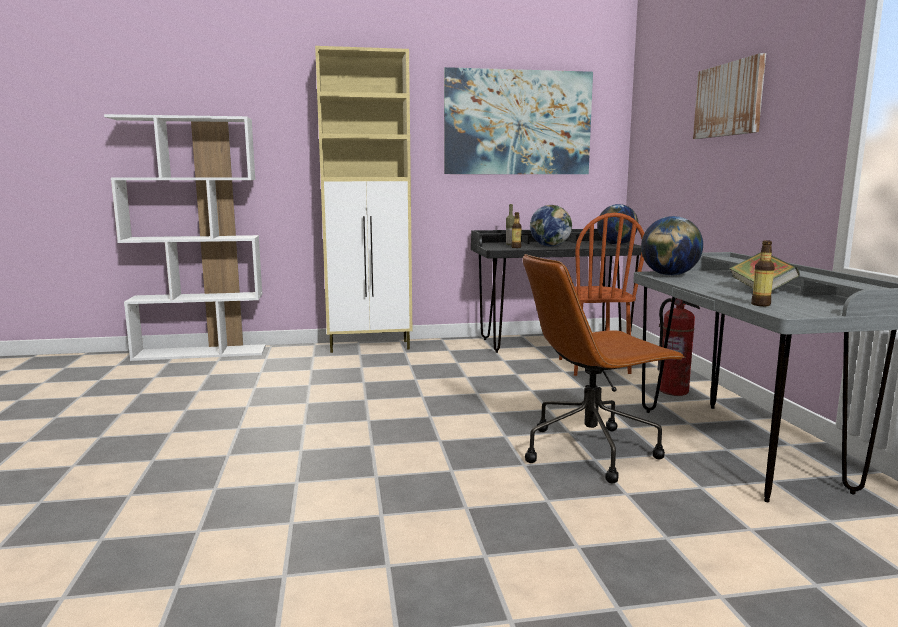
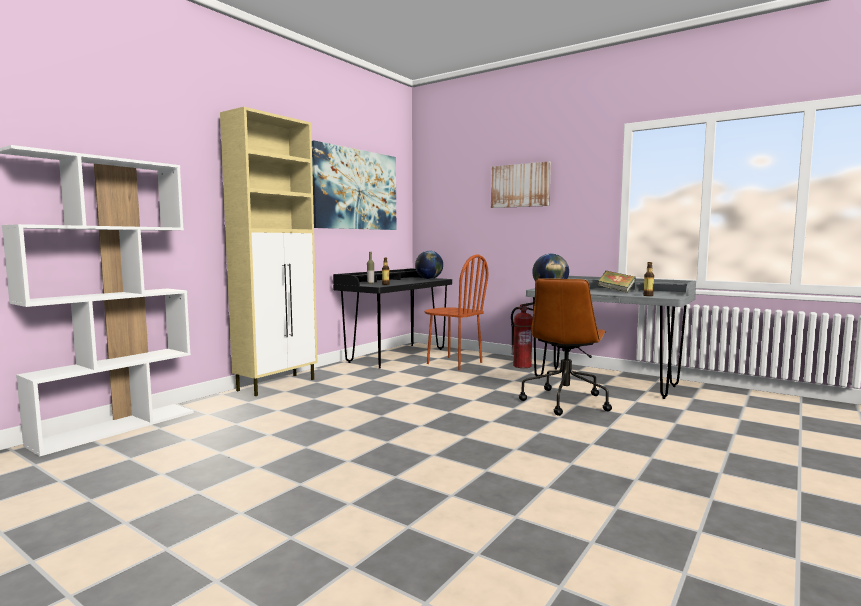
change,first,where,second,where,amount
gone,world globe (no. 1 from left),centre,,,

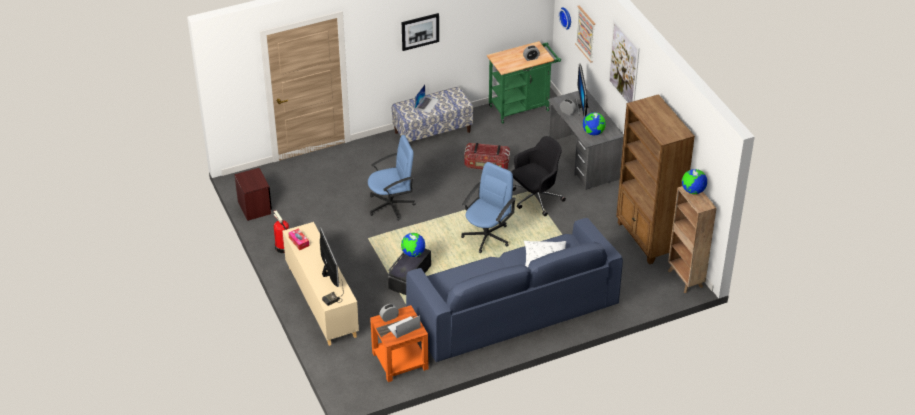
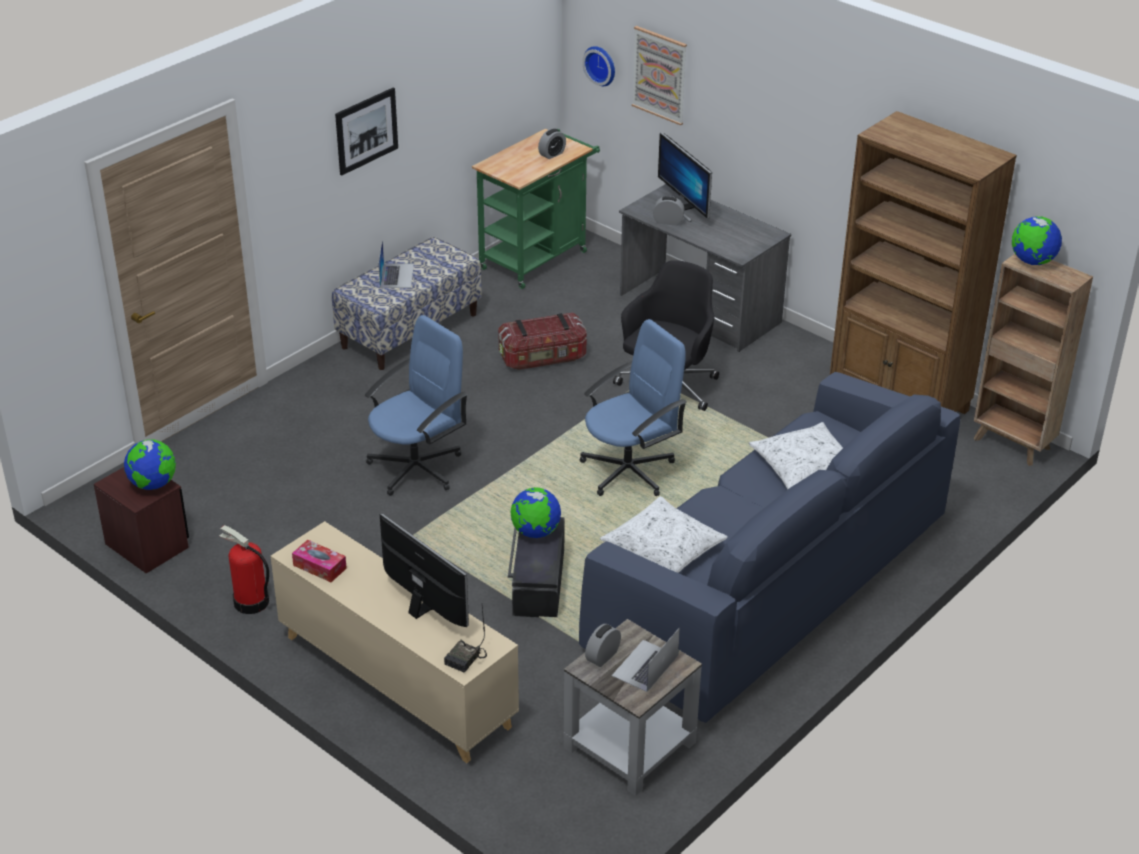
change,first,where,second,where,amount
gone,wall art (no. 3 from left),top right,,,
shifted,world globe (no. 2 from left in the first image),top centre,world globe (no. 1 from left),middle left,
rotated,bluish office chair (no. 2 from left),centre,,centre,45 degrees clockwise
repainted,orangey end table,bottom centre,grey end table,bottom centre,
new,,,white-coloured pillow (no. 1 from left),centre,

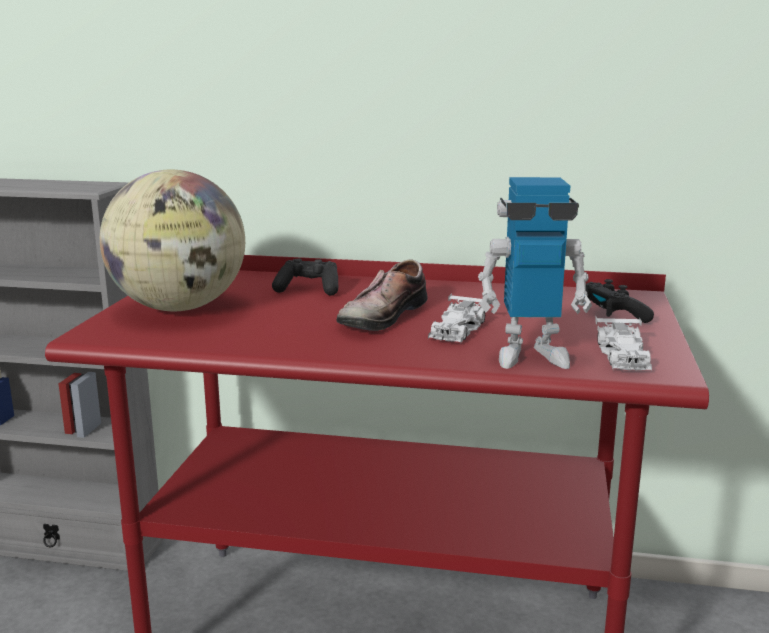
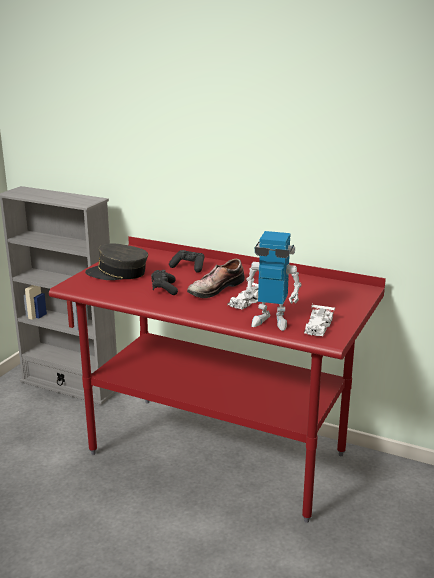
change,first,where,second,where,amount
swapped,world globe,middle left,grey cap,middle left,
shifted,black-coloured joypad (no. 2 from left in the first image),middle right,black-coloured joypad (no. 1 from left),centre,

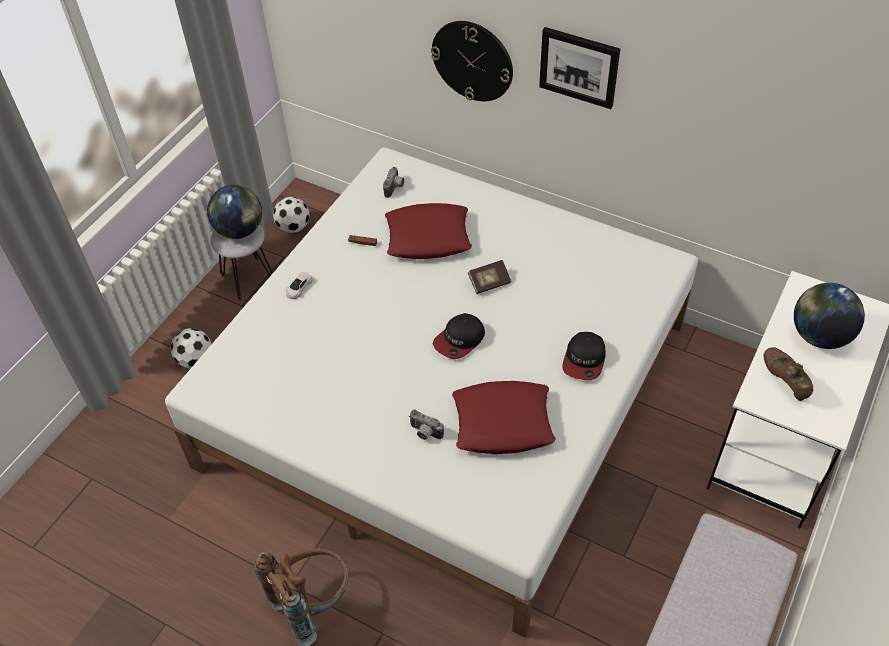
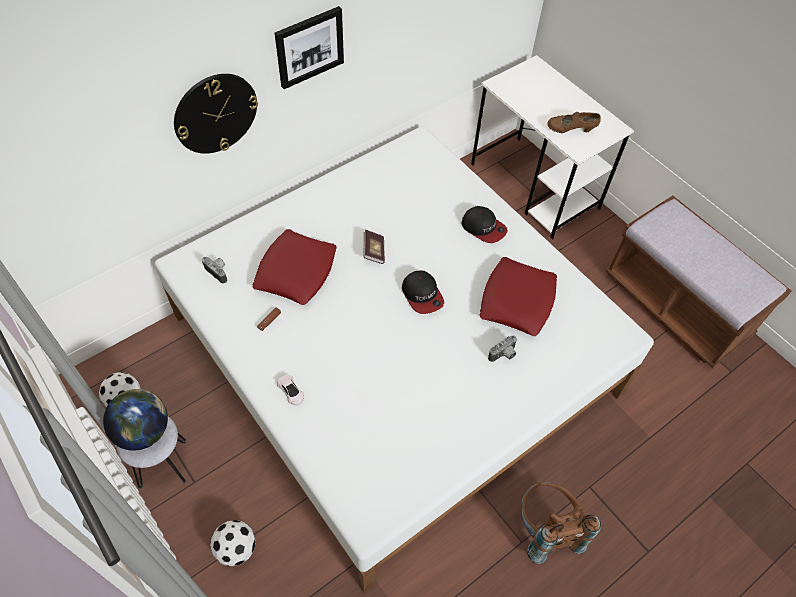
change,first,where,second,where,amount
gone,world globe (no. 2 from left),middle right,,,

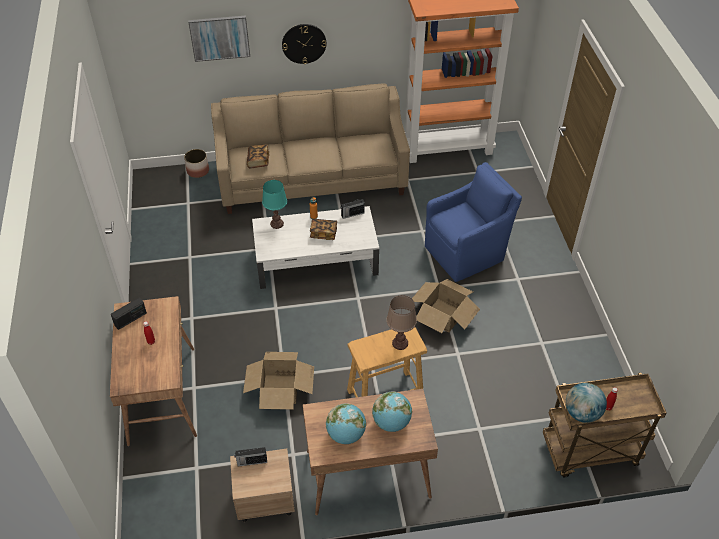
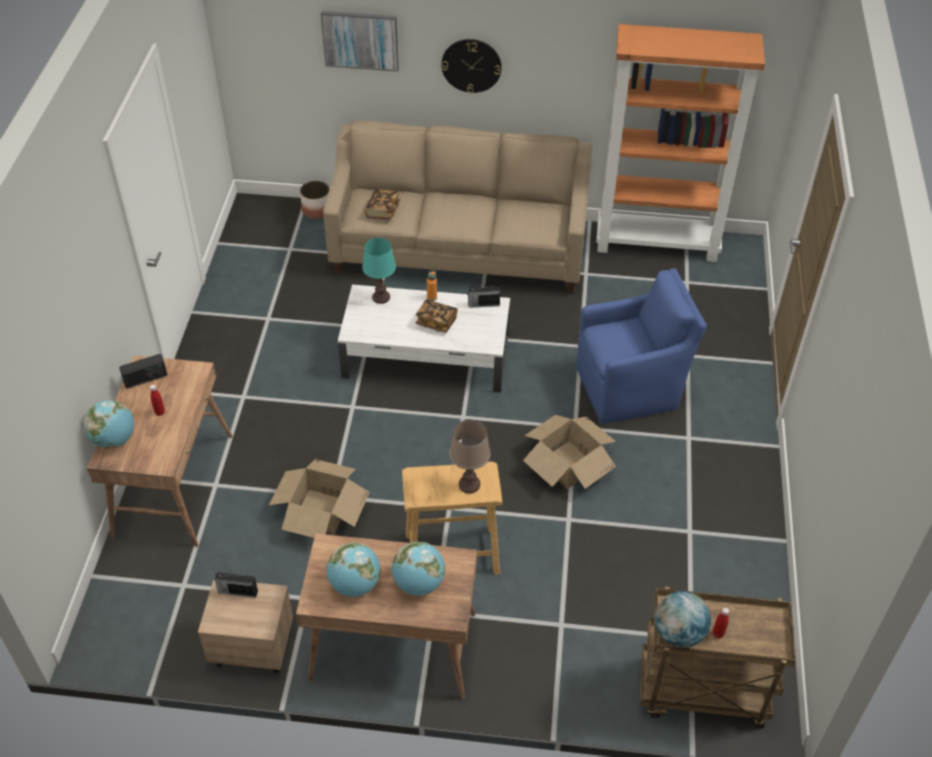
change,first,where,second,where,amount
new,,,world globe (no. 1 from left),middle left,

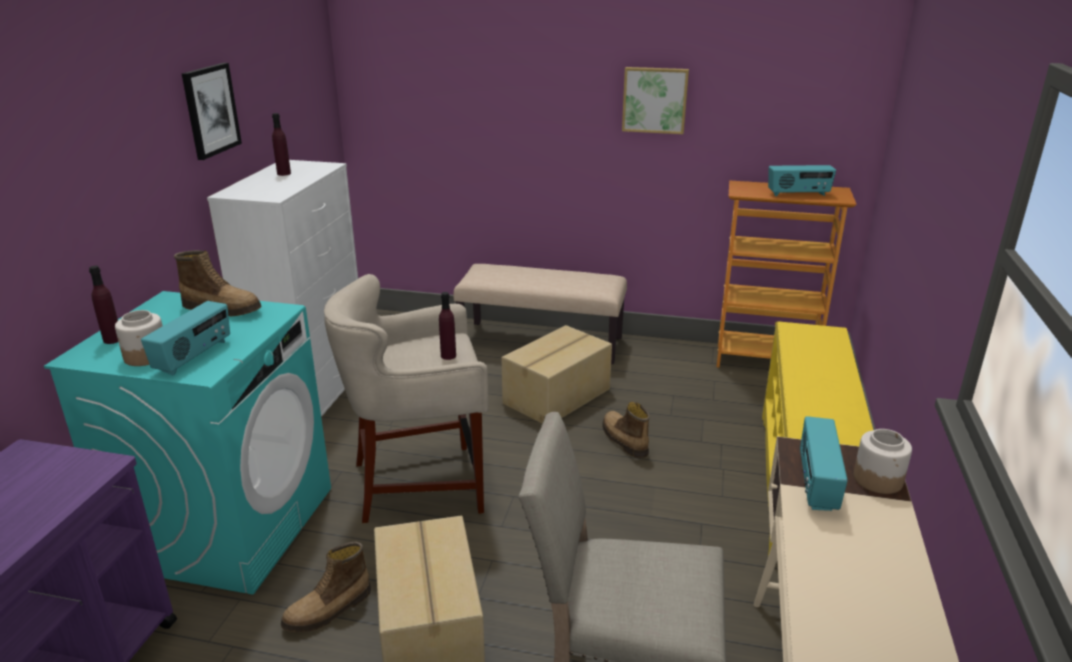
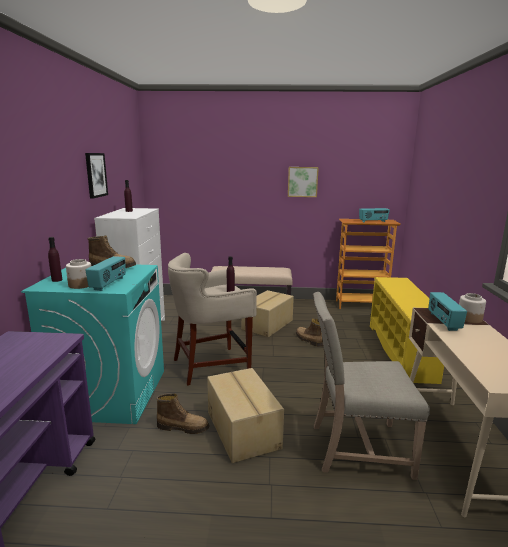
change,first,where,second,where,amount
rotated,tall boot (no. 2 from left),bottom left,,bottom centre,120 degrees counterclockwise

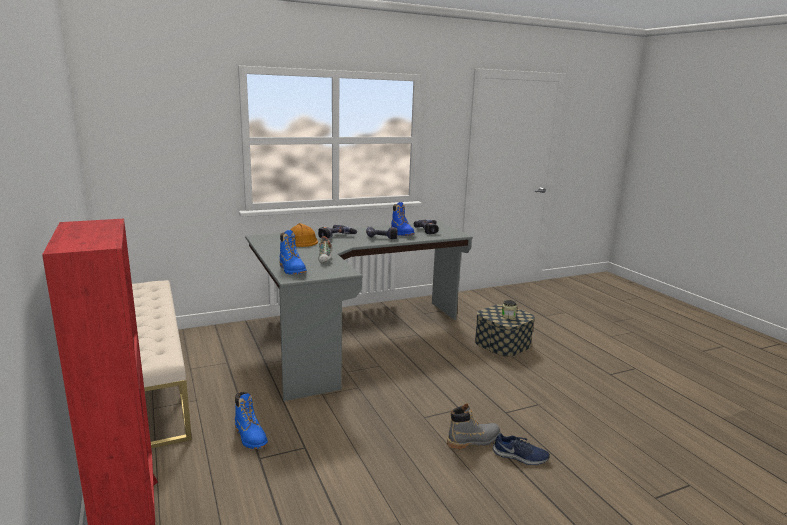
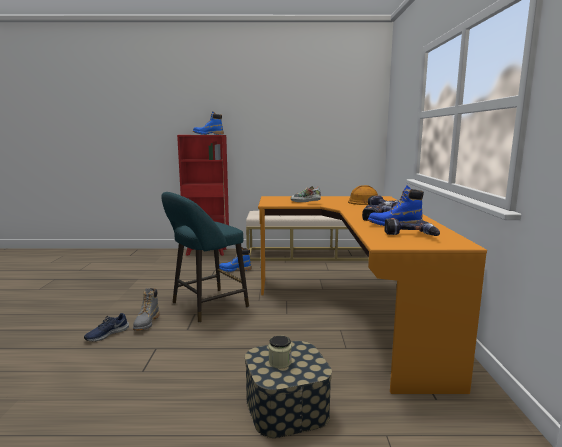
change,first,where,second,where,amount
repainted,grey desk,centre,orangey desk,centre,
shifted,bluish tall boot (no. 2 from left in the first image),centre,bluish tall boot (no. 1 from left),top centre,
new,,,turquoise stool,centre,

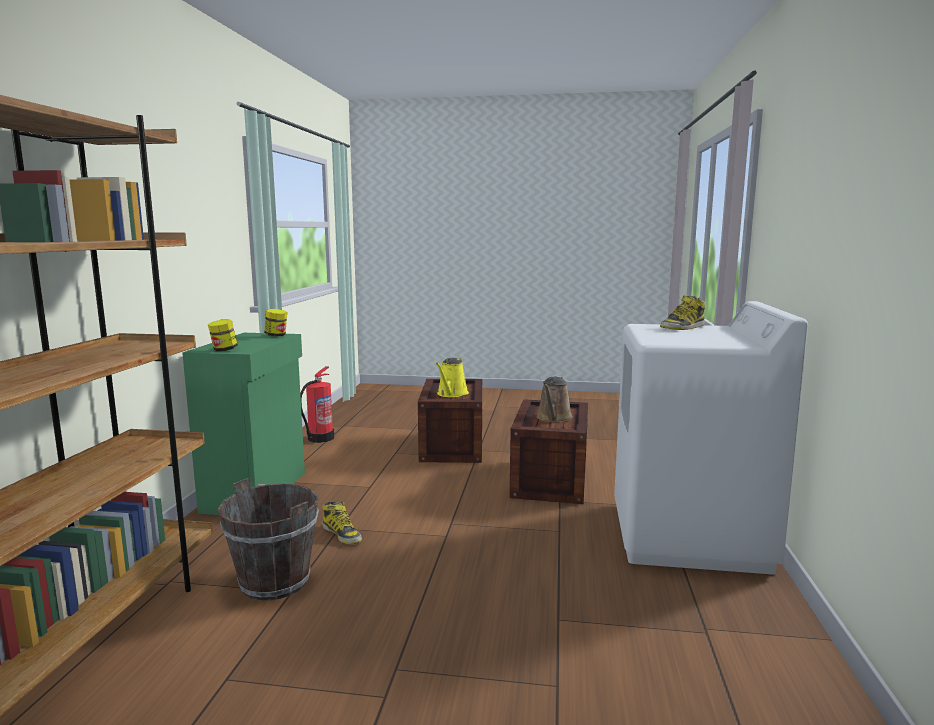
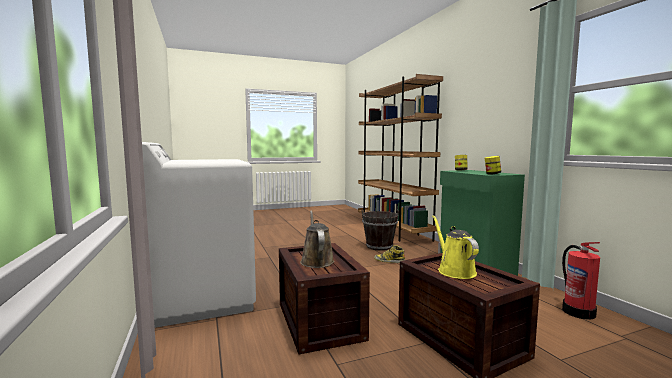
change,first,where,second,where,amount
gone,tall boot (no. 2 from left),middle right,,,

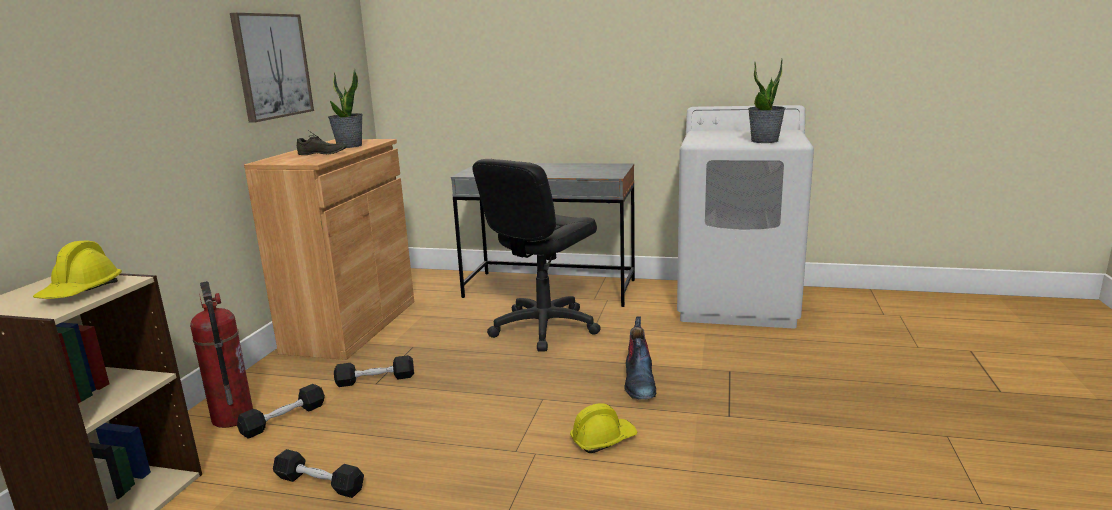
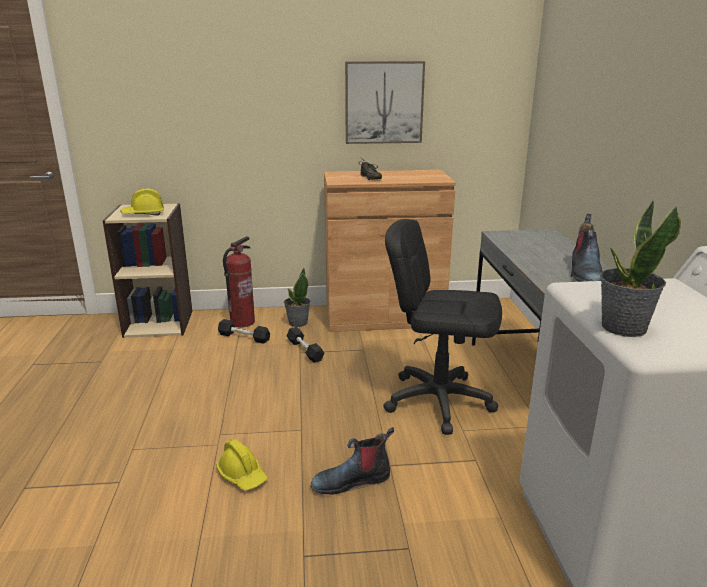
change,first,where,second,where,amount
shifted,plant in a pot (no. 1 from left),top left,,centre,
gone,black-coloured hand weight (no. 2 from left),bottom left,,,
new,,,tall boot (no. 2 from left),middle right,

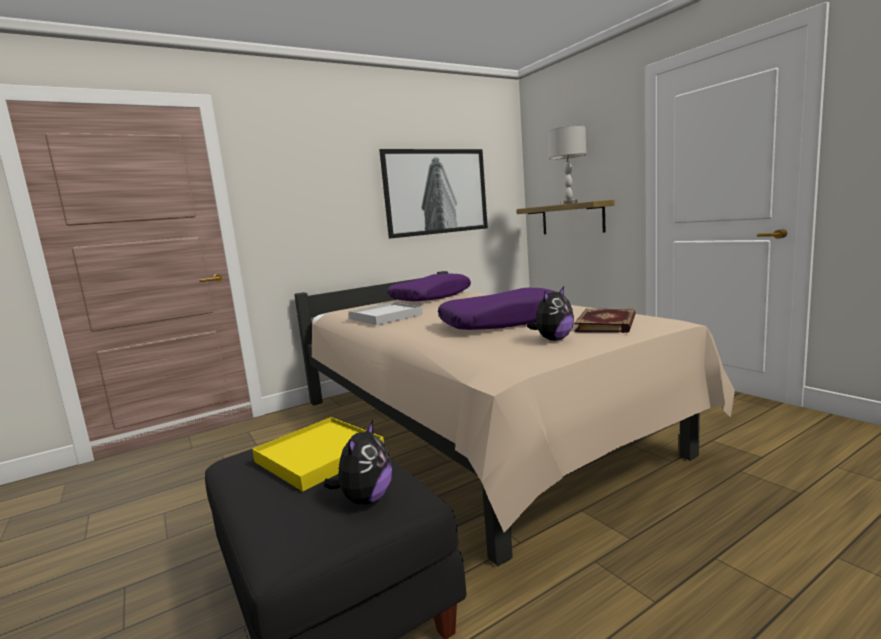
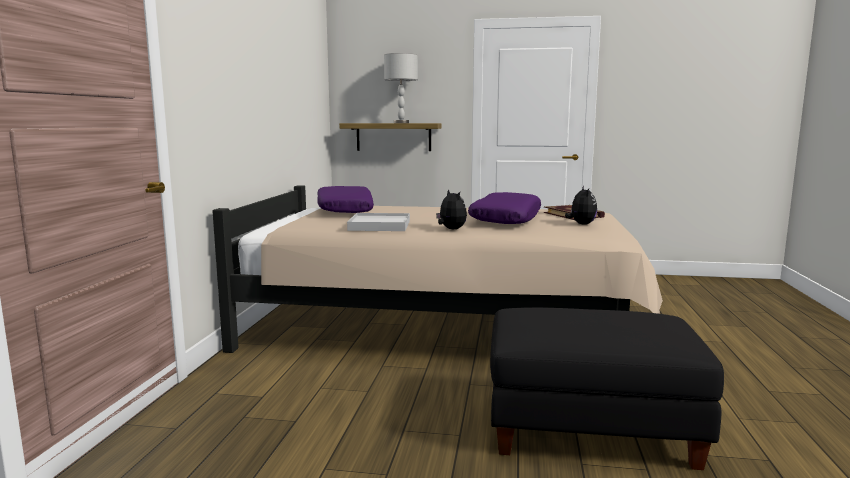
change,first,where,second,where,amount
gone,wall art,top centre,,,
gone,yellowish carrying tray,bottom centre,,,
shifted,soft toy (no. 1 from left),bottom centre,,centre,

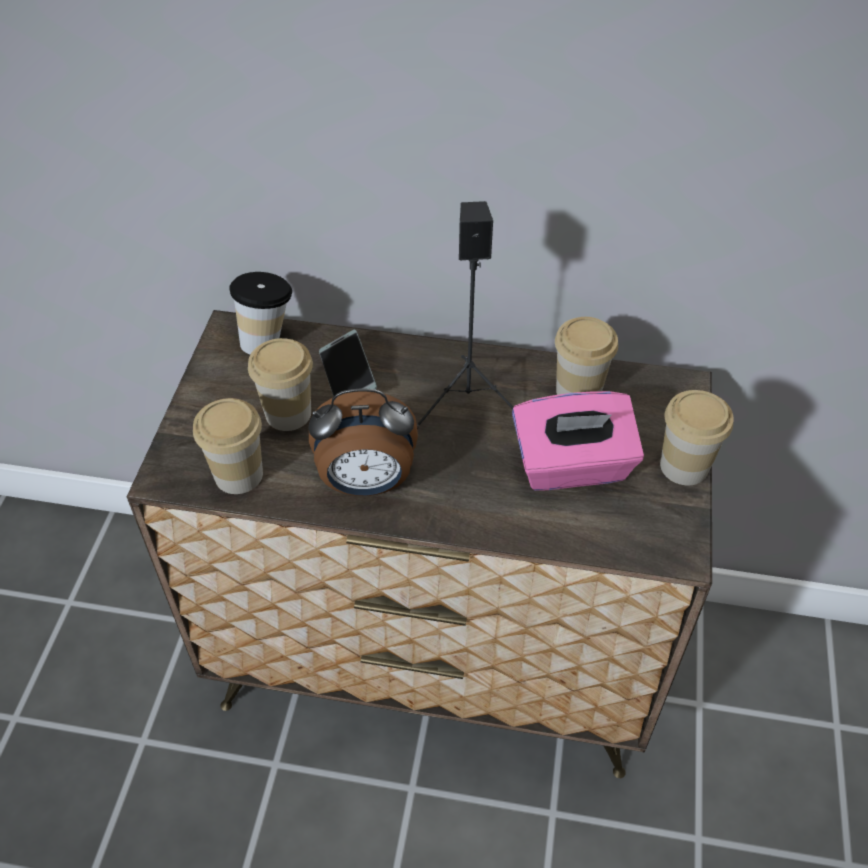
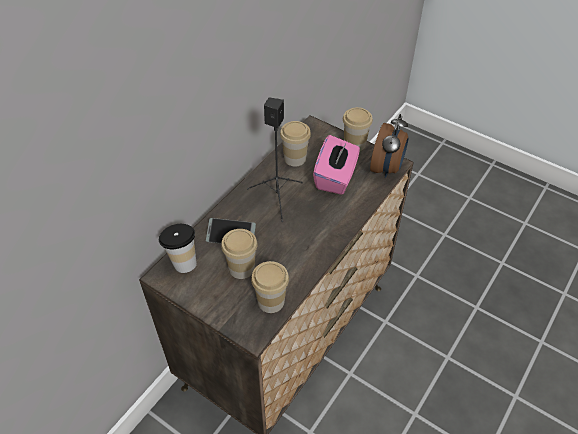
change,first,where,second,where,amount
shifted,table clock,centre,,middle right,

